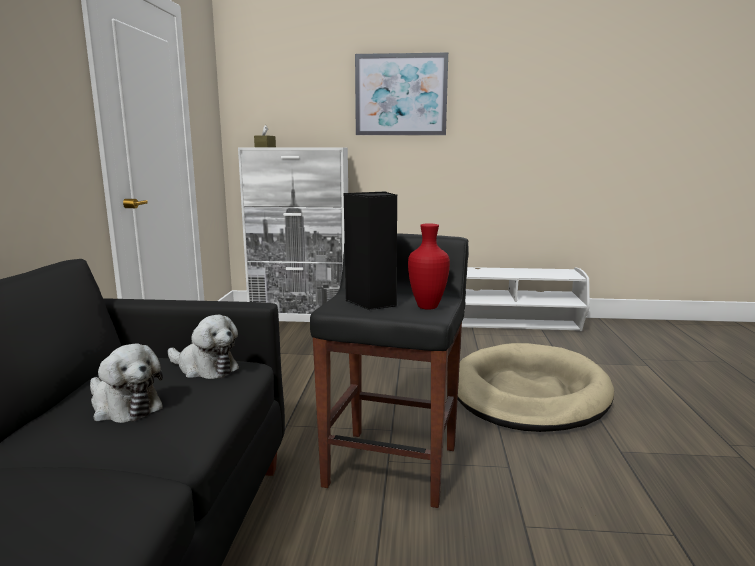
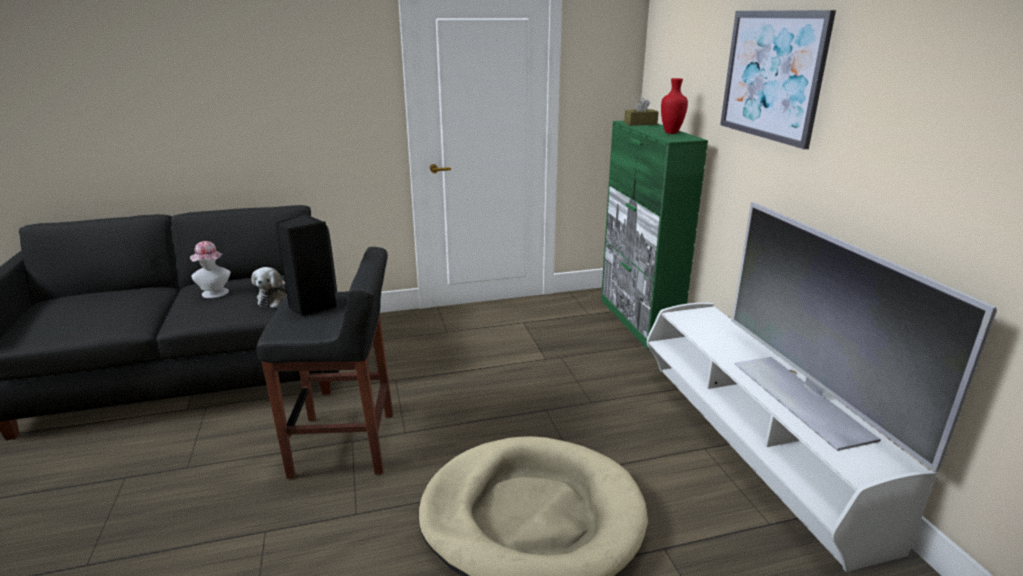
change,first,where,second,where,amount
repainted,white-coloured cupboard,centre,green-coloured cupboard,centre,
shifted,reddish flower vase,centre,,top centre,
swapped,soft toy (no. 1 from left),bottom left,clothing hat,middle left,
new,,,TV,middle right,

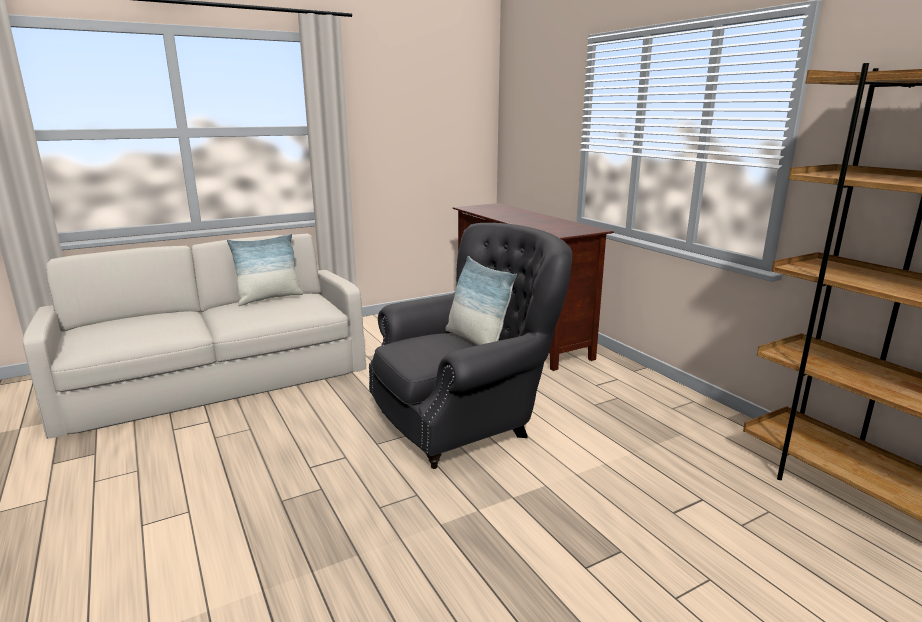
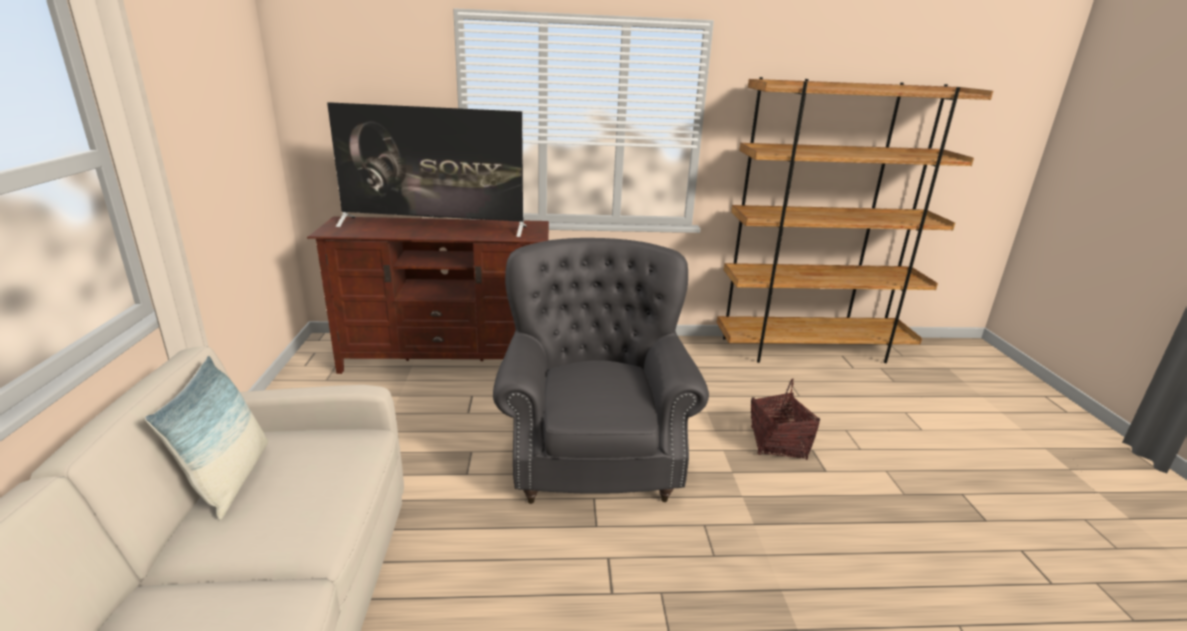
change,first,where,second,where,amount
gone,pillow (no. 2 from left),centre,,,
new,,,TV,top centre,
new,,,household basket,centre,

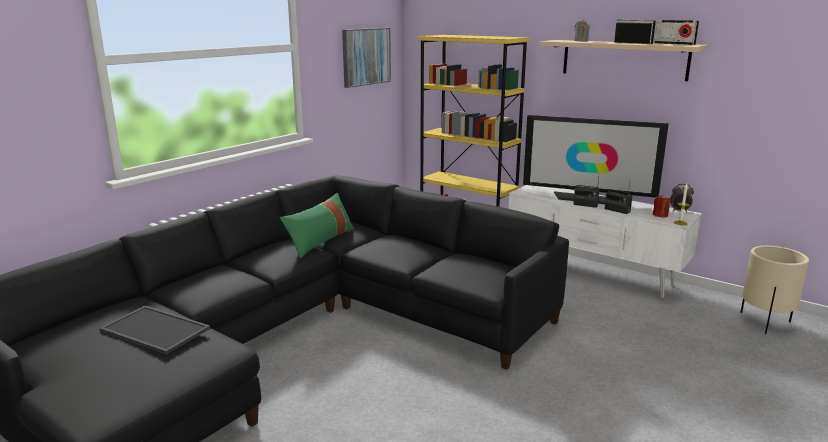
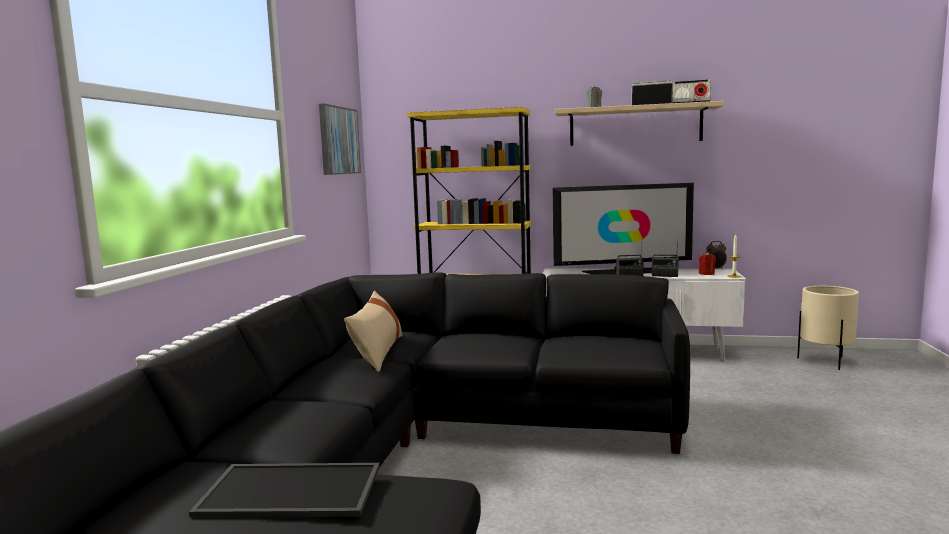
change,first,where,second,where,amount
repainted,green-coloured pillow,centre,beige pillow,centre,

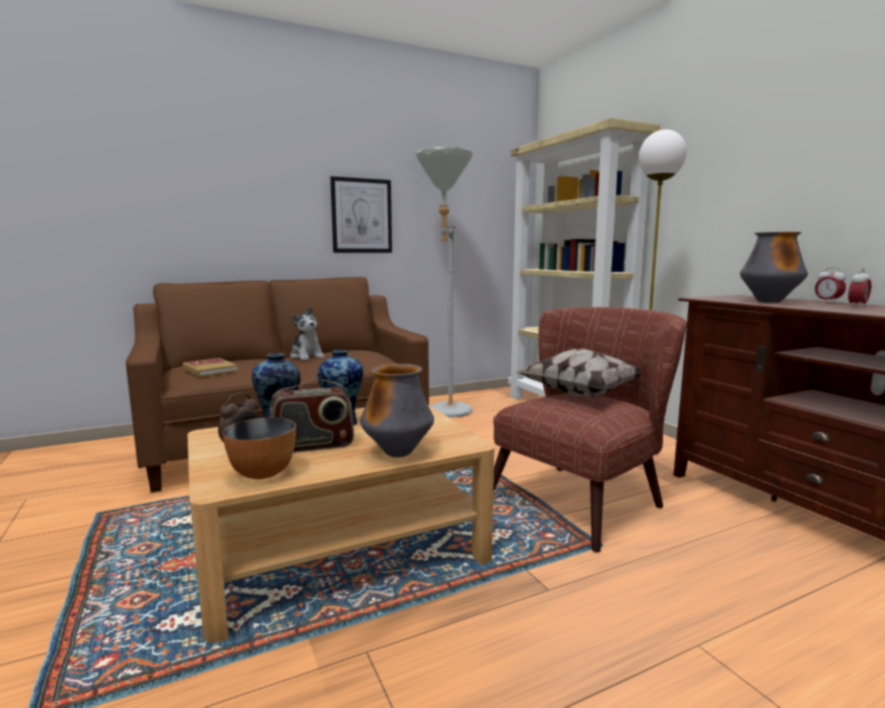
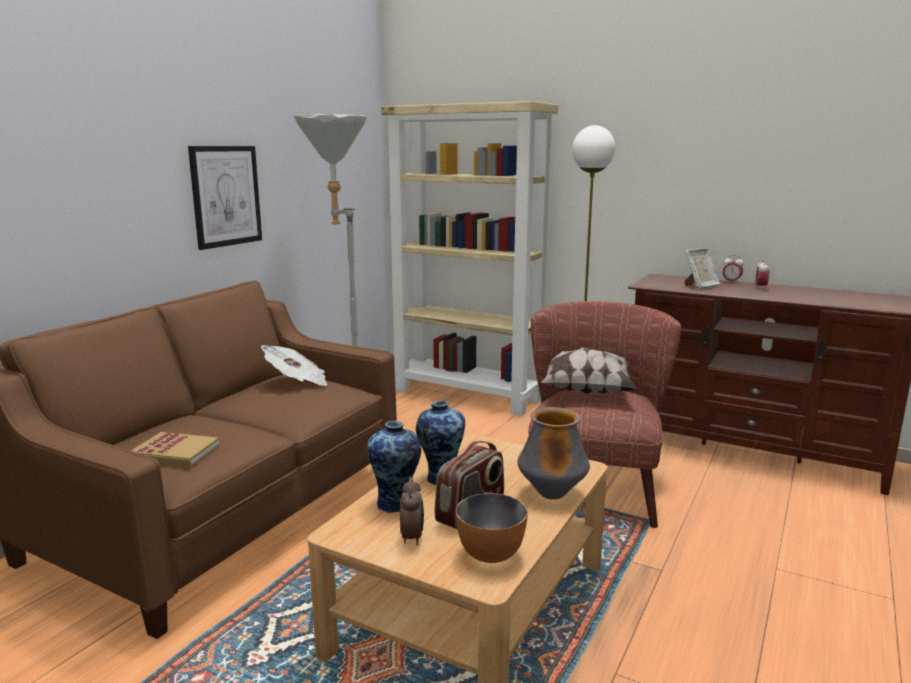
change,first,where,second,where,amount
swapped,flower vase (no. 4 from left),middle right,photo frame,middle right,
gone,soft toy,centre,,,
new,,,daily paper,middle left,

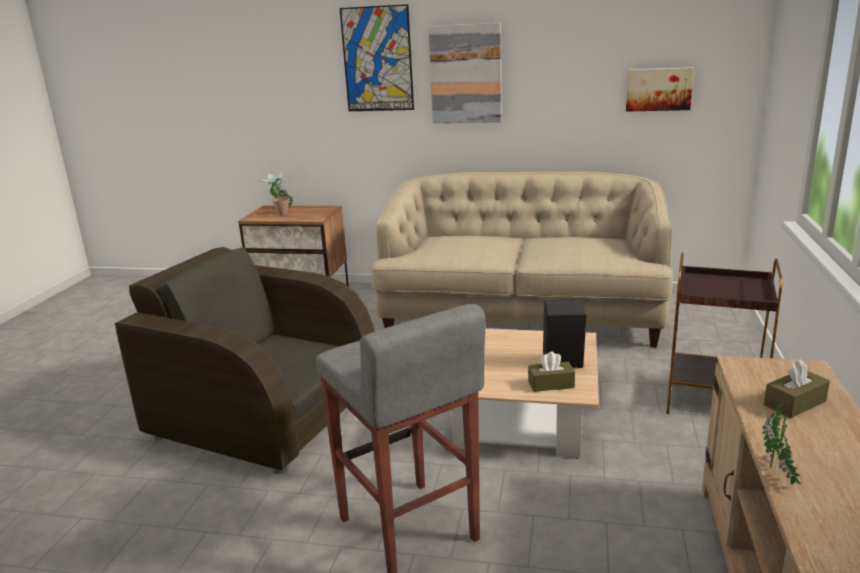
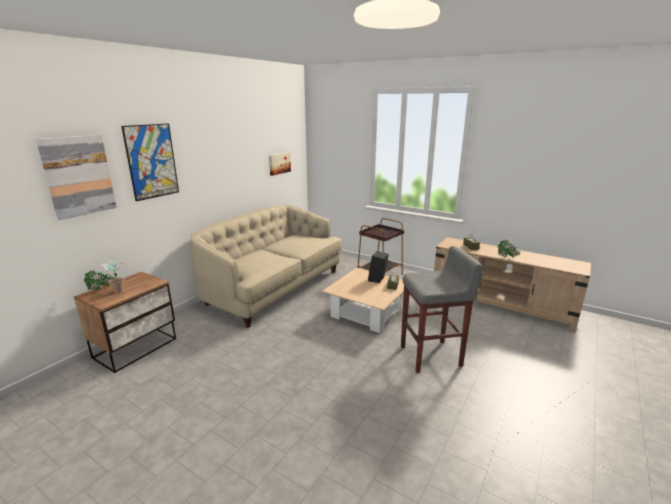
change,first,where,second,where,amount
shifted,wall art (no. 2 from left in the first image),top centre,wall art (no. 1 from left),middle left,
gone,brown armchair,middle left,,,

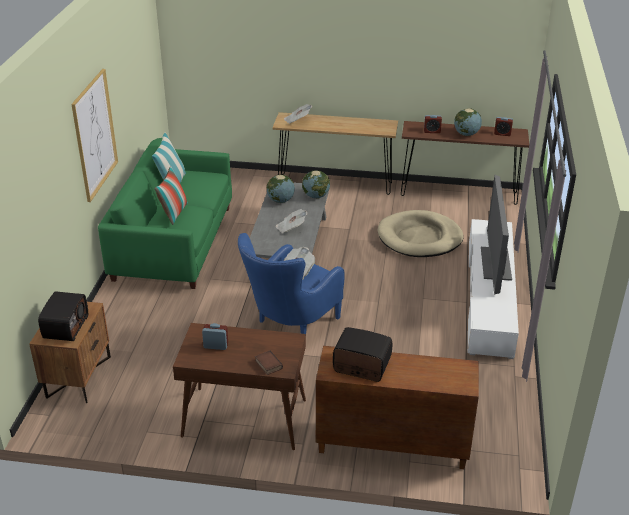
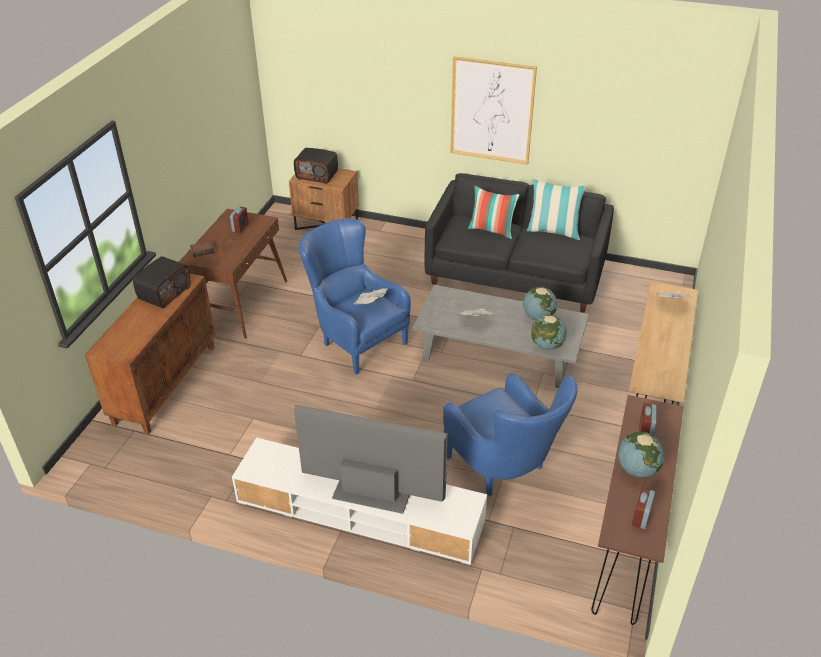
change,first,where,second,where,amount
repainted,green-coloured settee,middle left,black-coloured settee,centre,
swapped,beige dog cushion,middle right,bluish armchair (no. 2 from left),centre,

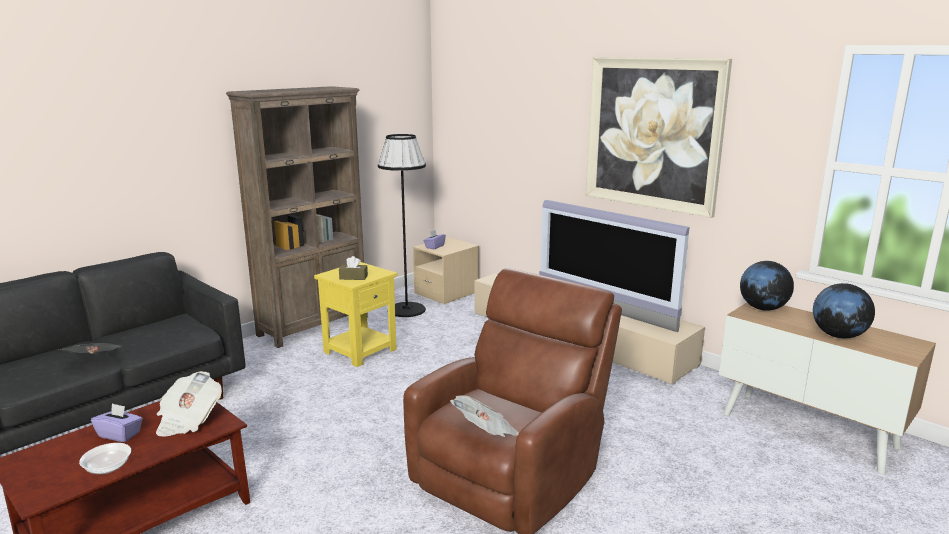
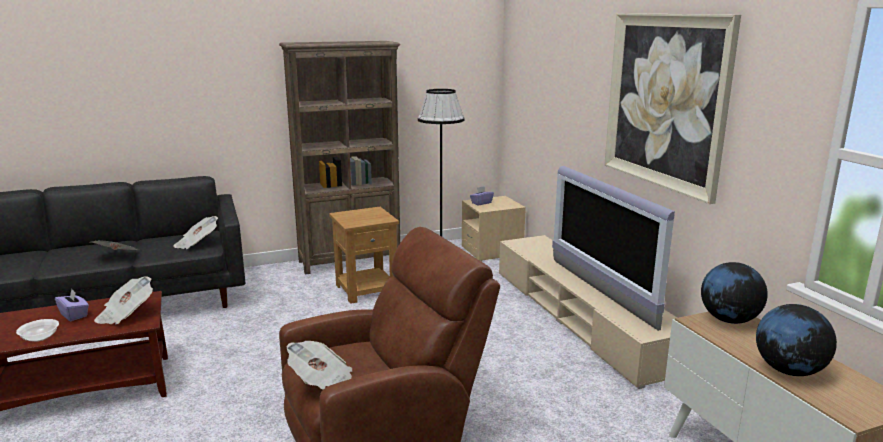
change,first,where,second,where,amount
gone,brown box of tissues,centre,,,
repainted,yellowish end table,centre,brown end table,centre,
new,,,daily paper (no. 3 from left),middle left,

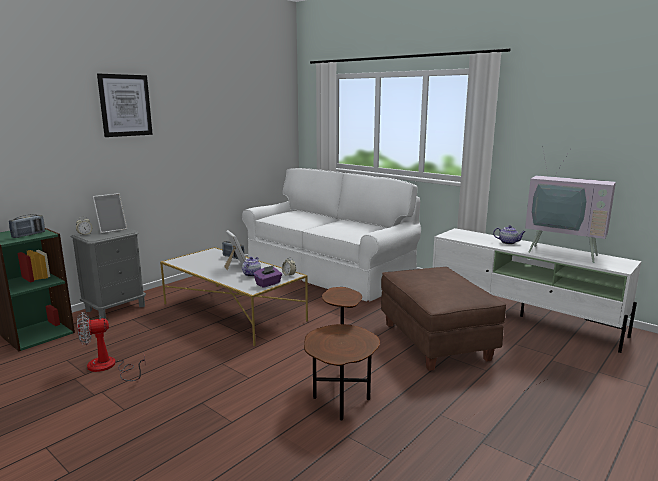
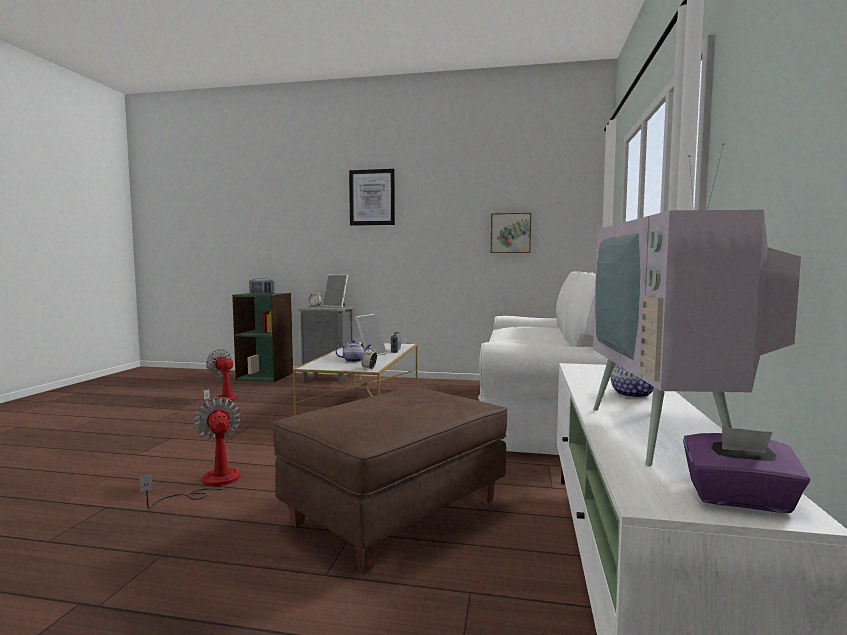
change,first,where,second,where,amount
shifted,purple box of tissues,centre,,bottom right,
swapped,brown end table,bottom centre,cooling fan (no. 1 from left),bottom left,
new,,,wall art (no. 2 from left),centre,

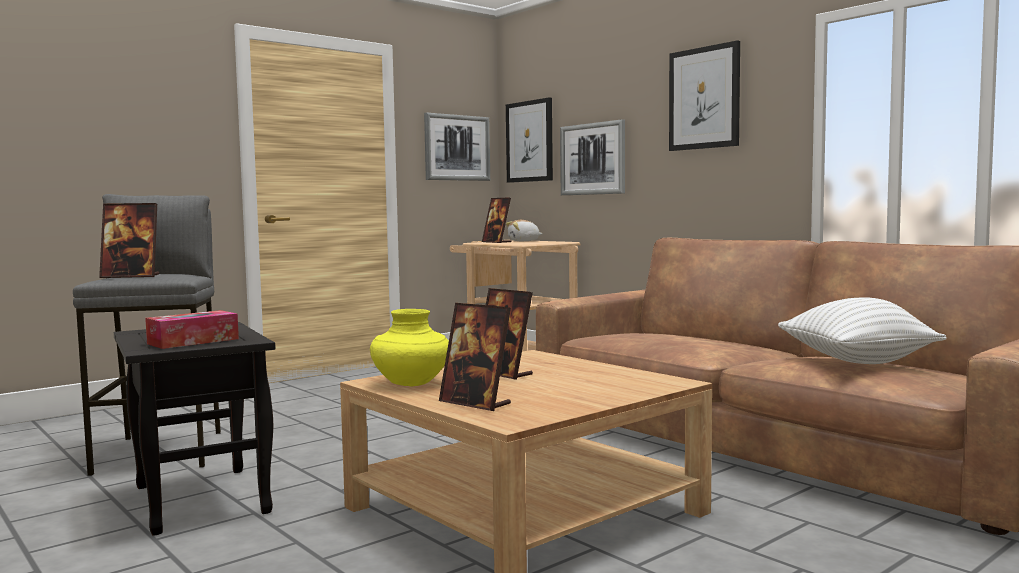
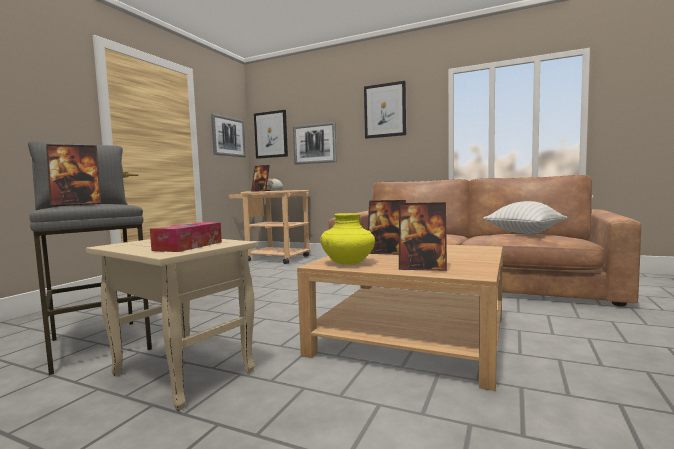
change,first,where,second,where,amount
repainted,black-coloured end table,bottom left,beige end table,bottom left,

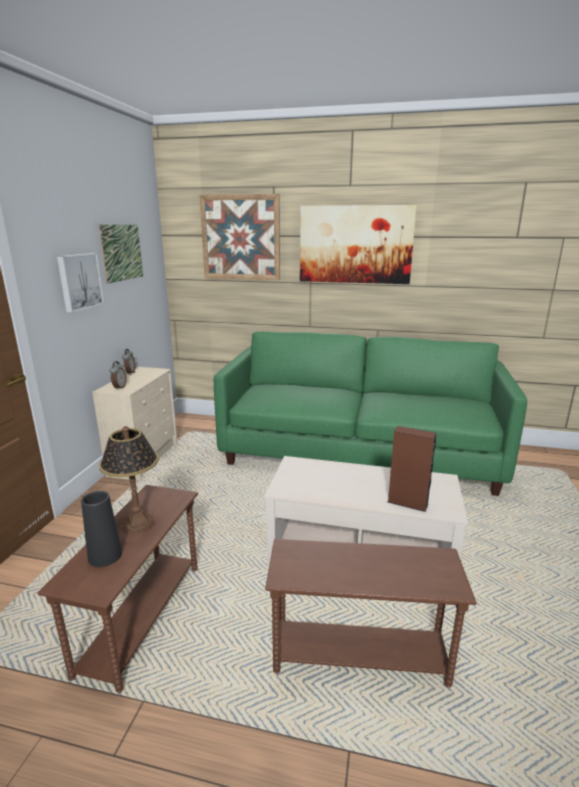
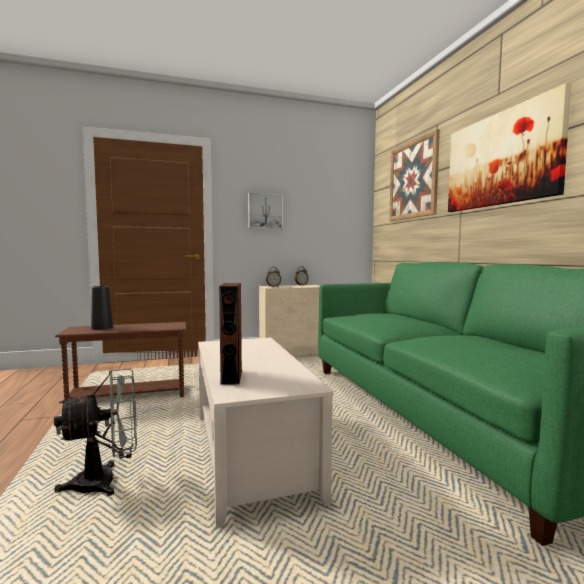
change,first,where,second,where,amount
gone,wall art (no. 2 from left),top left,,,
gone,lamp for a table,middle left,,,
swapped,brown end table (no. 2 from left),bottom centre,grey cooling fan,bottom left,

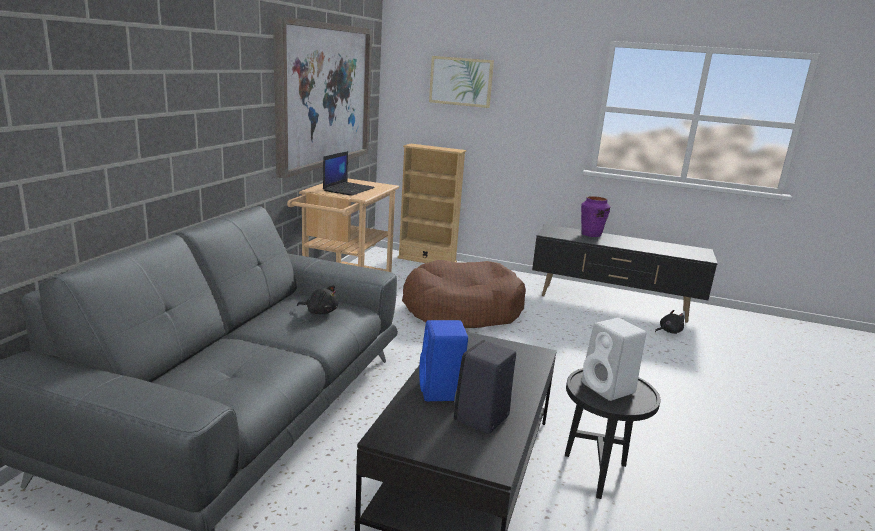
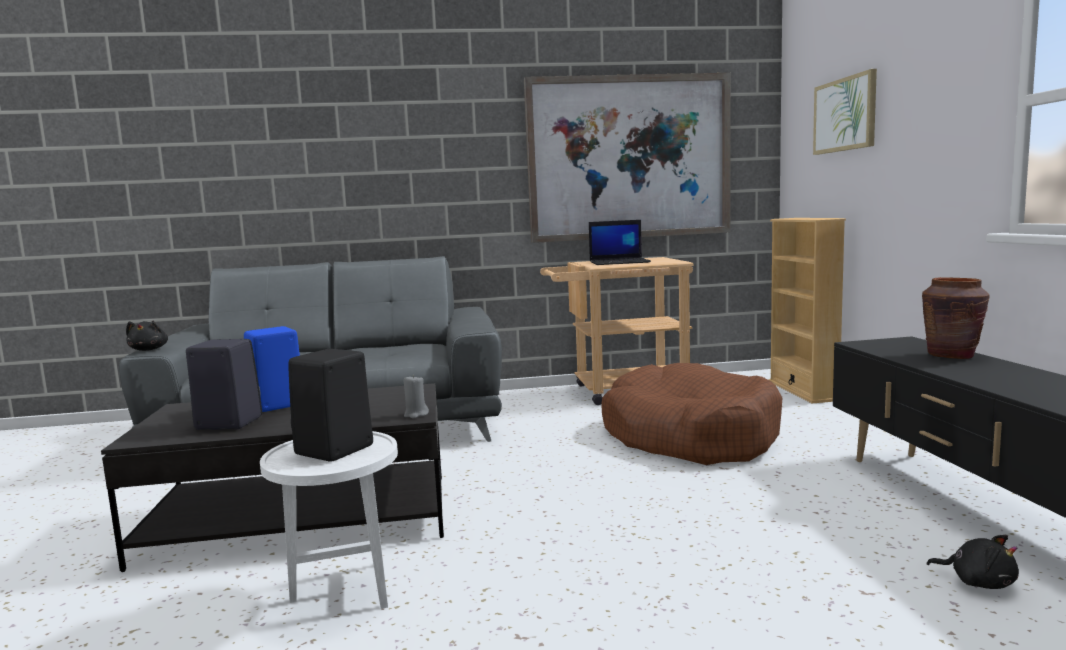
change,first,where,second,where,amount
repainted,purple flower vase,middle right,brown flower vase,middle right,
shifted,black-coloured soft toy (no. 1 from left),centre,,middle left,
repainted,white-coloured loudspeaker,bottom right,black-coloured loudspeaker (no. 2 from left),middle left,
repainted,black-coloured end table,bottom right,white-coloured end table,bottom left,
new,,,grey wax candle,centre,

